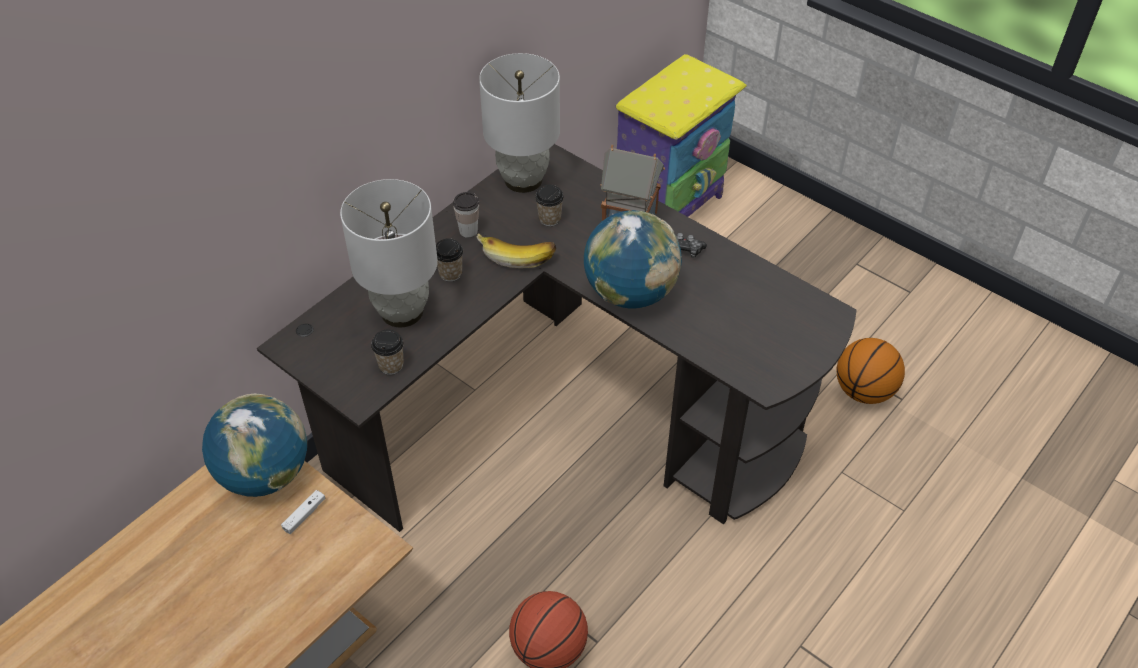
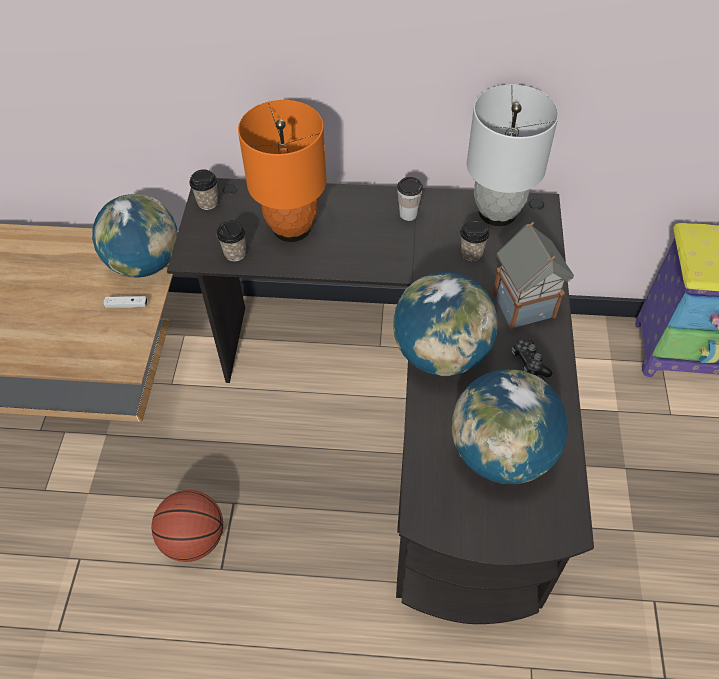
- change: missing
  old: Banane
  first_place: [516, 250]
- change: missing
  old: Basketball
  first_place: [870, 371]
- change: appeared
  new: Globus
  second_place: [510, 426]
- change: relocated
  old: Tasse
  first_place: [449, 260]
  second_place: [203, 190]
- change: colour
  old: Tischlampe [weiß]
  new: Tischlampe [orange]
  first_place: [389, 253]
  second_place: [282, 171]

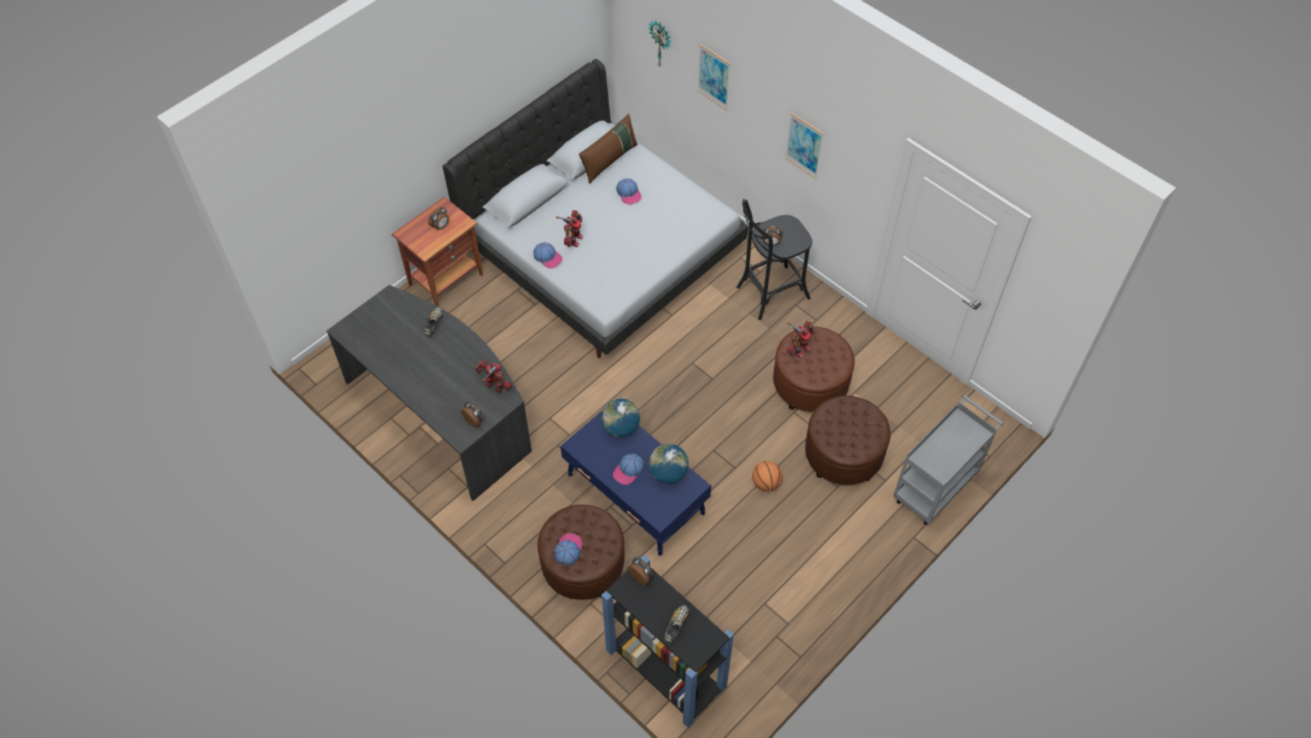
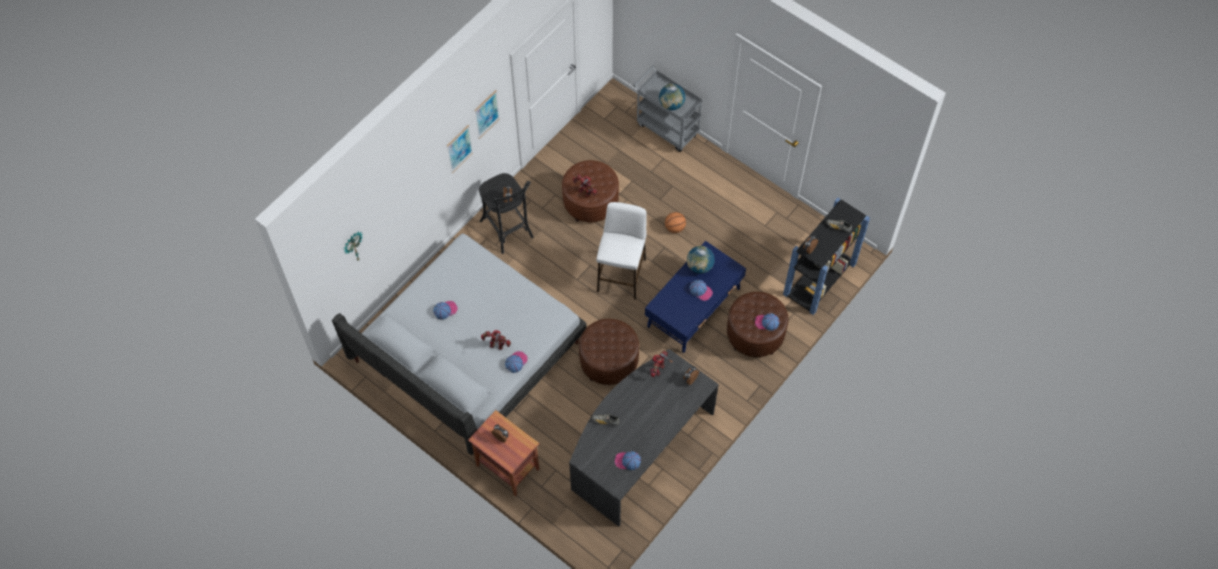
- change: missing
  old: Kissen [braun]
  first_place: [608, 149]
- change: appeared
  new: Hocker [weiß]
  second_place: [622, 251]
- change: appeared
  new: Kappe
  second_place: [628, 460]
- change: relocated
  old: Globus
  first_place: [620, 418]
  second_place: [672, 97]
- change: relocated
  old: Bild
  first_place: [714, 77]
  second_place: [487, 114]
- change: relocated
  old: Polsterhocker [braun]
  first_place: [847, 440]
  second_place: [609, 352]

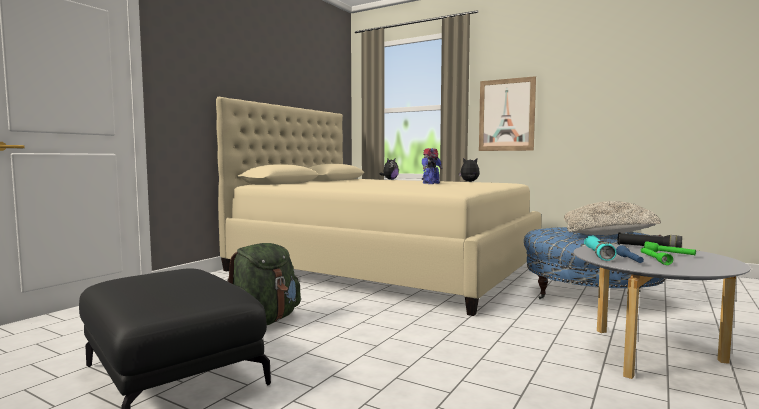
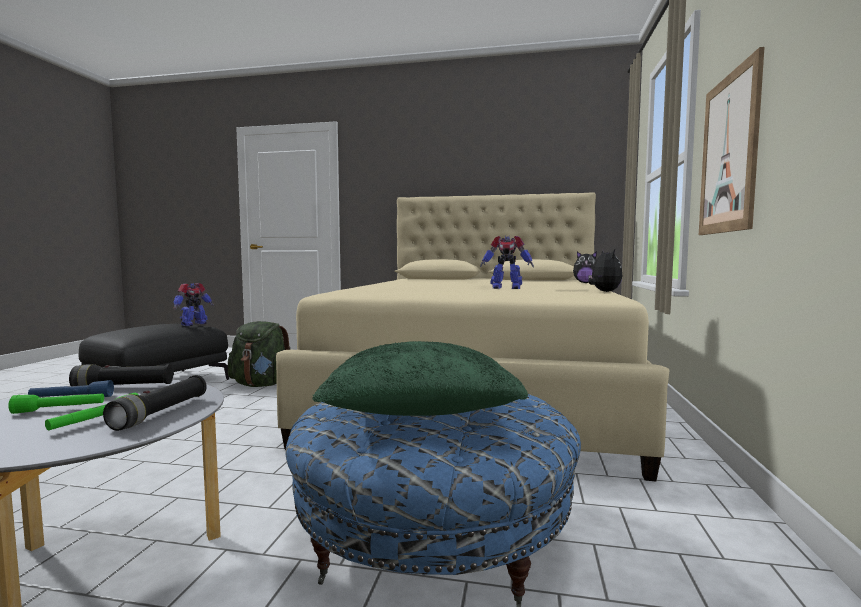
- change: appeared
  new: Spielzeugroboter
  second_place: [193, 304]
- change: colour
  old: Kissen [beige]
  new: Kissen [grün]
  first_place: [612, 218]
  second_place: [420, 378]
- change: colour
  old: Taschenlampe [türkis]
  new: Taschenlampe [schwarz]
  first_place: [600, 248]
  second_place: [121, 375]

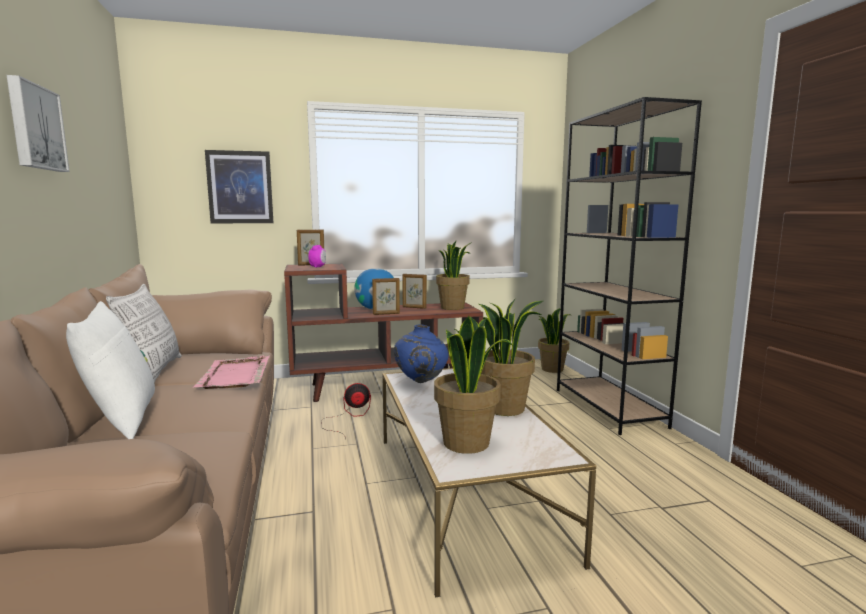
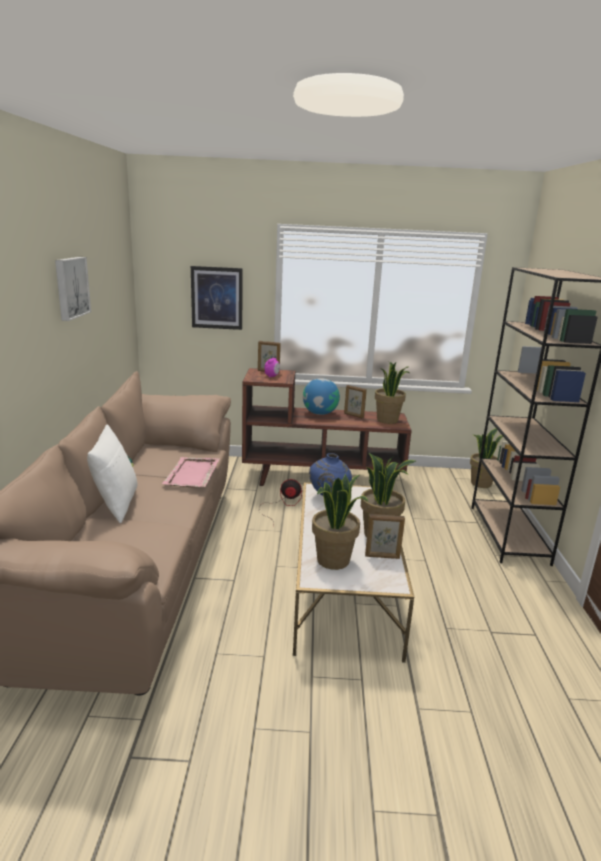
- change: missing
  old: Kissen
  first_place: [144, 333]
- change: relocated
  old: Bilderrahmen
  first_place: [386, 296]
  second_place: [385, 536]

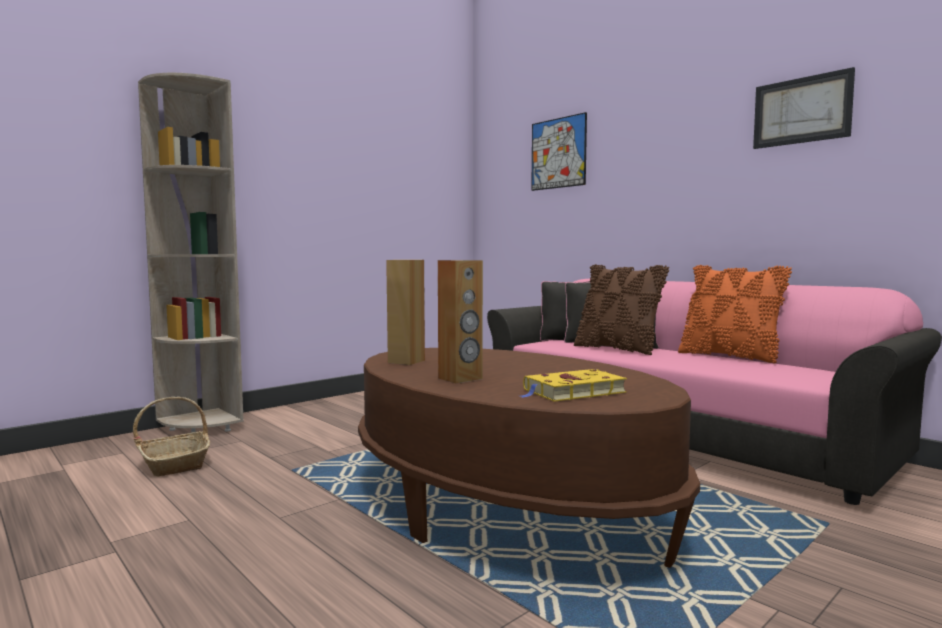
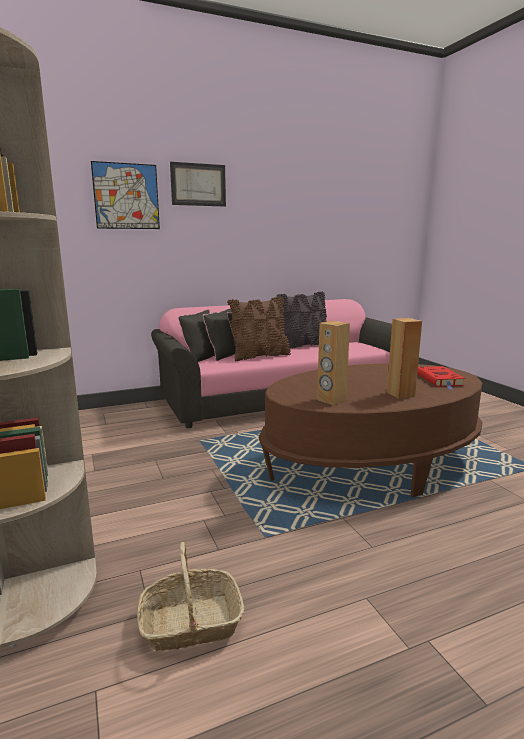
- change: relocated
  old: Bild
  first_place: [804, 108]
  second_place: [198, 184]
- change: colour
  old: Buch [gelb]
  new: Buch [rot]
  first_place: [574, 385]
  second_place: [441, 378]
- change: colour
  old: Kissen [orange]
  new: Kissen [schwarz]
  first_place: [735, 314]
  second_place: [302, 320]

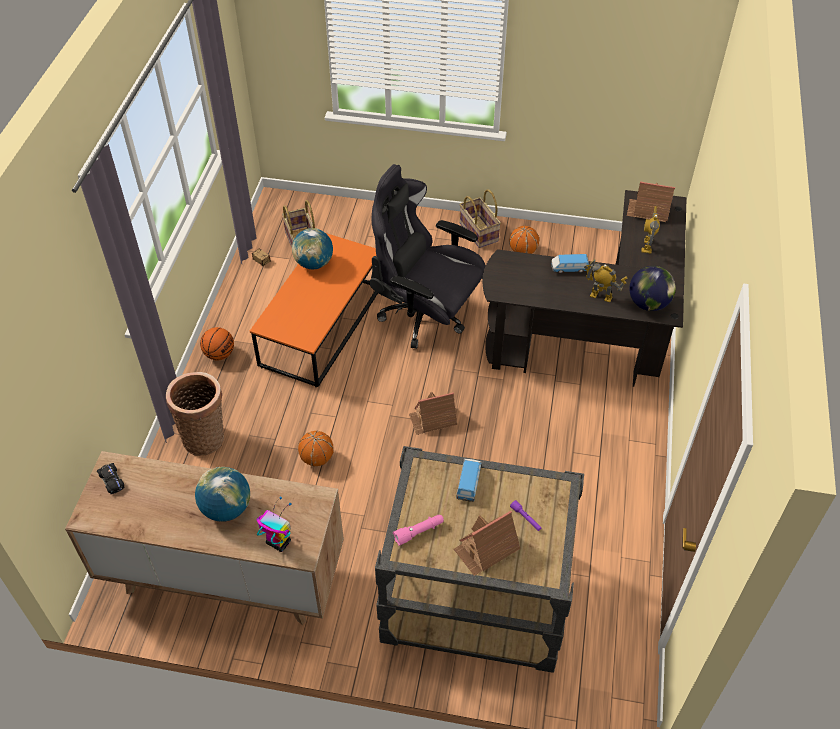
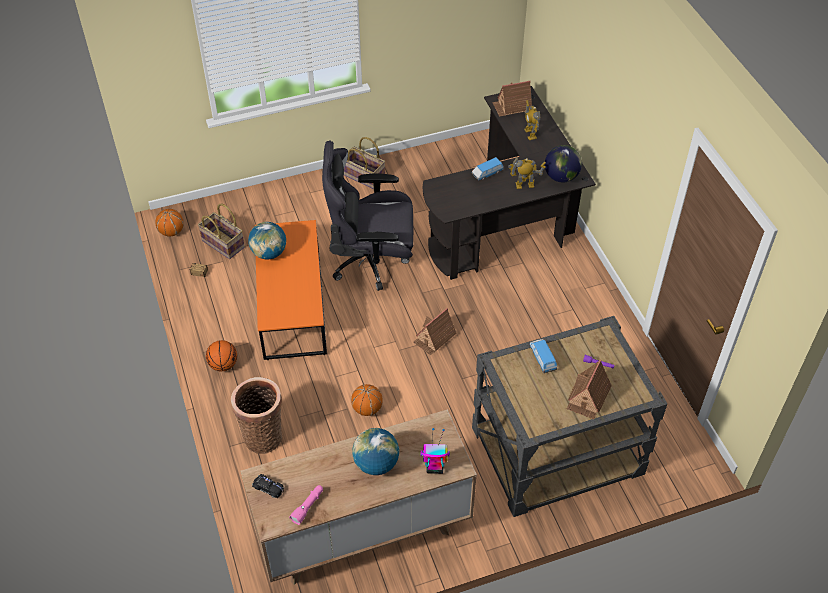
- change: relocated
  old: Taschenlampe [rosa]
  first_place: [418, 530]
  second_place: [306, 505]
- change: relocated
  old: Basketball
  first_place: [524, 240]
  second_place: [170, 223]

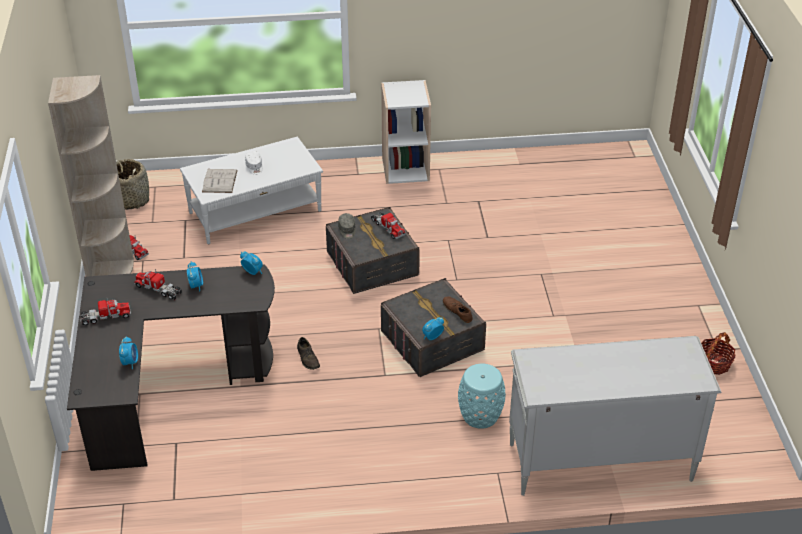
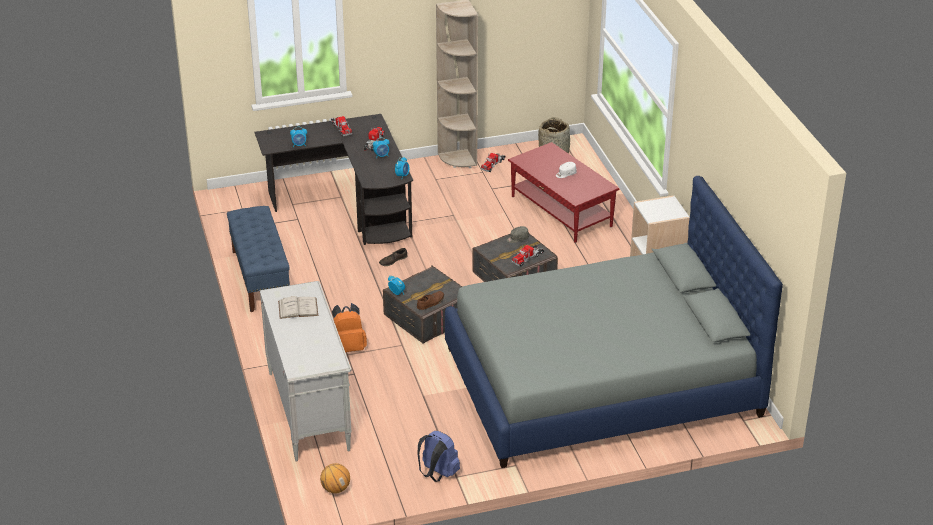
- change: appeared
  new: Bank [blau]
  second_place: [258, 259]
- change: appeared
  new: Basketball
  second_place: [335, 478]
- change: appeared
  new: Bett [grau]
  second_place: [614, 322]
- change: relocated
  old: Buch [weiß]
  first_place: [220, 181]
  second_place: [298, 307]
- change: exchanged
  old: Hocker [türkis]
  new: Rucksack [orange]
  first_place: [482, 396]
  second_place: [349, 327]
- change: exchanged
  old: Korb
  new: Rucksack [blau]
  first_place: [718, 353]
  second_place: [438, 456]
- change: colour
  old: Couchtisch [weiß]
  new: Couchtisch [rot]
  first_place: [251, 190]
  second_place: [564, 192]

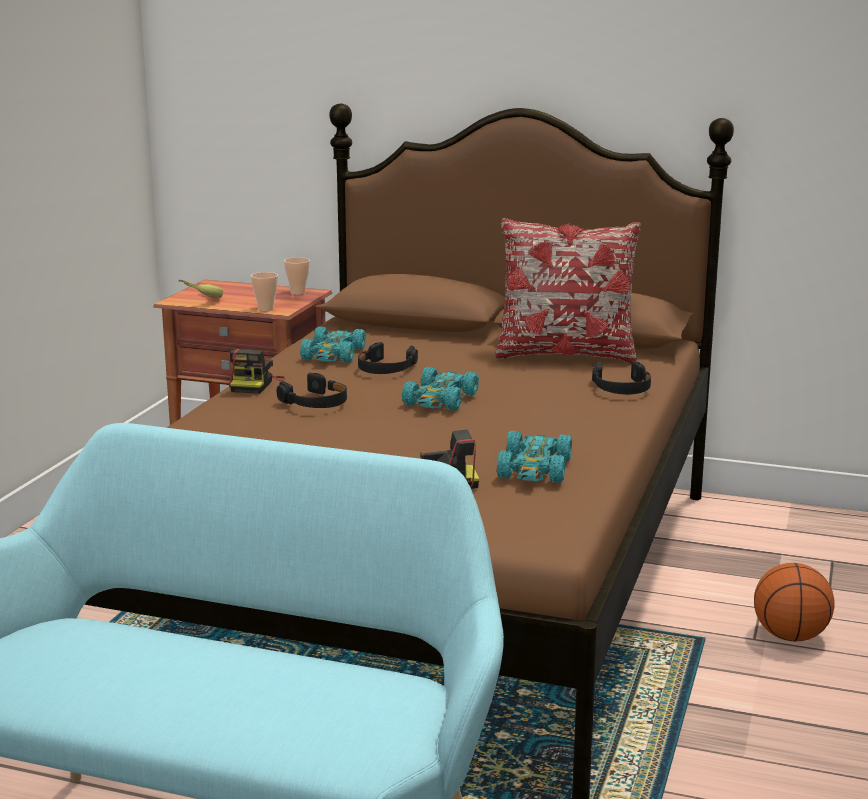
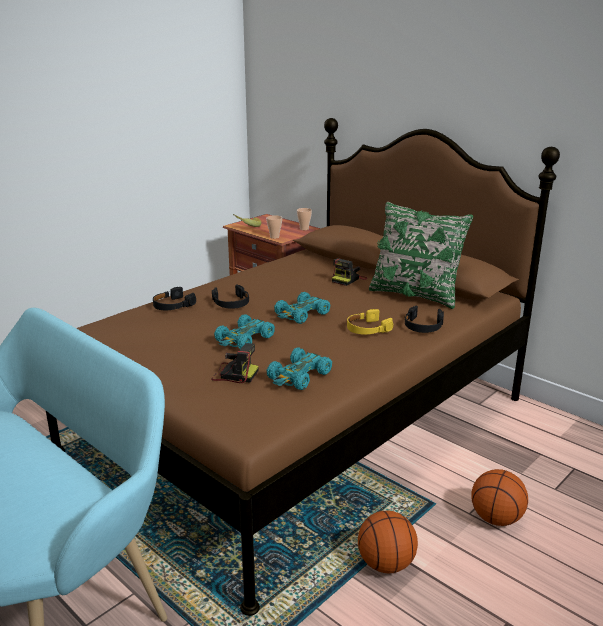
- change: appeared
  new: Kopfhörer [gelb]
  second_place: [370, 321]
- change: appeared
  new: Basketball
  second_place: [388, 542]
- change: relocated
  old: Kamera
  first_place: [257, 371]
  second_place: [349, 272]
- change: relocated
  old: Spielzeugauto [türkis]
  first_place: [333, 344]
  second_place: [244, 331]
- change: relocated
  old: Kopfhörer [schwarz]
  first_place: [388, 358]
  second_place: [174, 298]
- change: colour
  old: Kissen [rot]
  new: Kissen [grün]
  first_place: [568, 291]
  second_place: [421, 255]

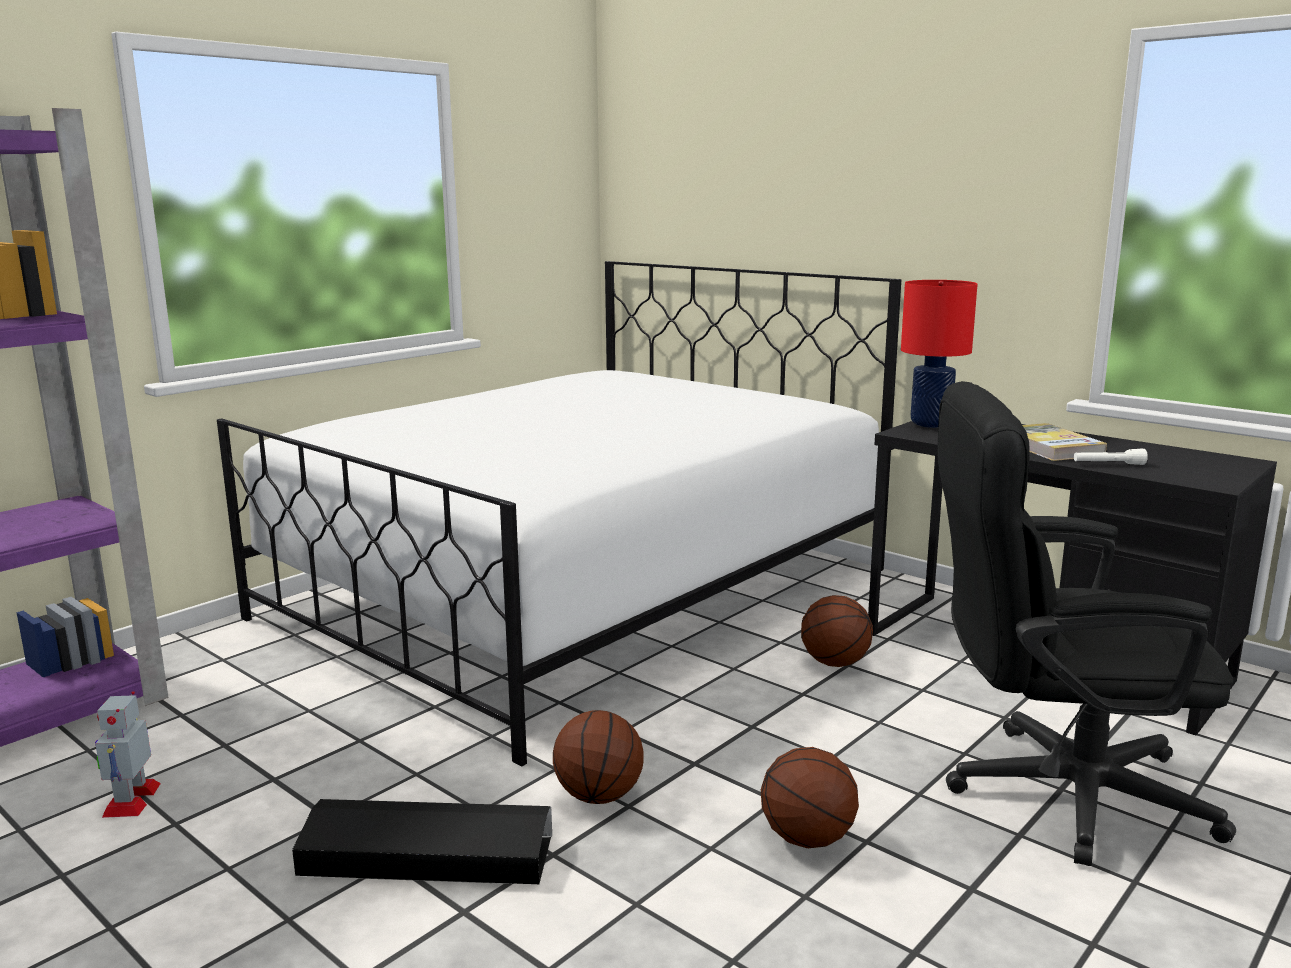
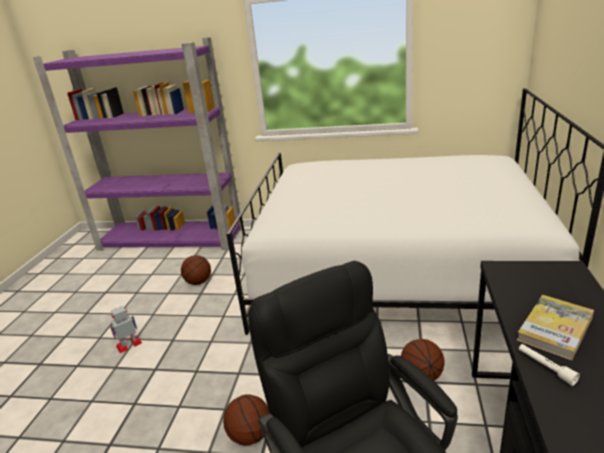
- change: missing
  old: Aufbewahrungsbox [schwarz]
  first_place: [422, 841]
- change: missing
  old: Tischlampe [rot]
  first_place: [939, 354]
- change: relocated
  old: Spielzeugroboter
  first_place: [128, 754]
  second_place: [126, 329]
- change: relocated
  old: Basketball
  first_place: [598, 757]
  second_place: [196, 270]

